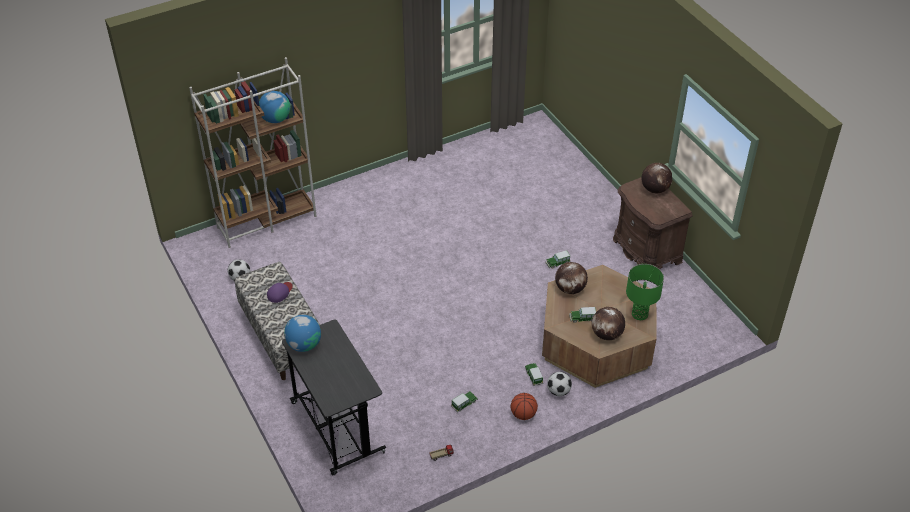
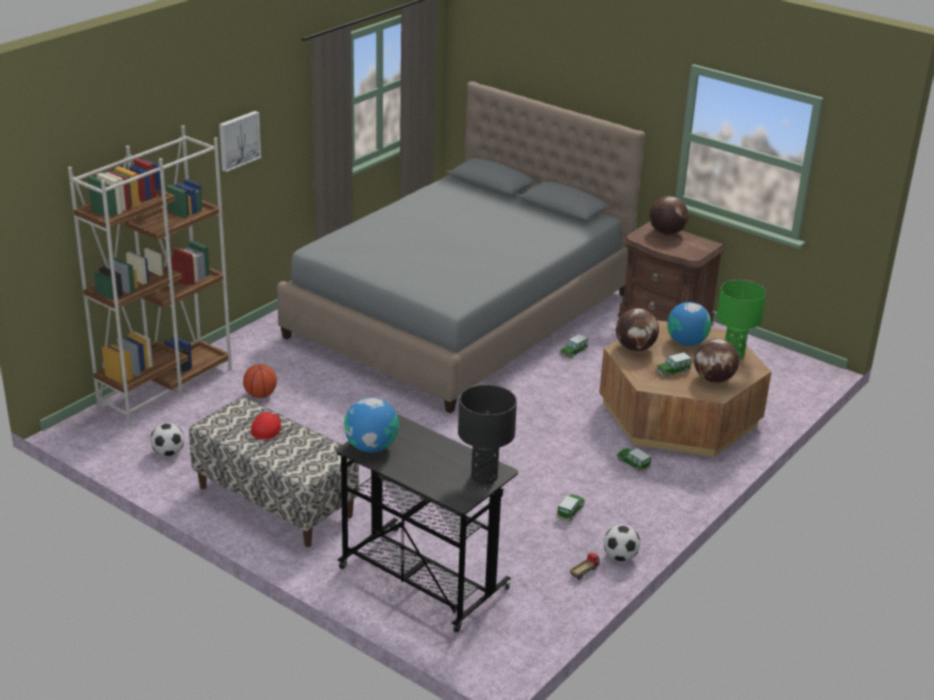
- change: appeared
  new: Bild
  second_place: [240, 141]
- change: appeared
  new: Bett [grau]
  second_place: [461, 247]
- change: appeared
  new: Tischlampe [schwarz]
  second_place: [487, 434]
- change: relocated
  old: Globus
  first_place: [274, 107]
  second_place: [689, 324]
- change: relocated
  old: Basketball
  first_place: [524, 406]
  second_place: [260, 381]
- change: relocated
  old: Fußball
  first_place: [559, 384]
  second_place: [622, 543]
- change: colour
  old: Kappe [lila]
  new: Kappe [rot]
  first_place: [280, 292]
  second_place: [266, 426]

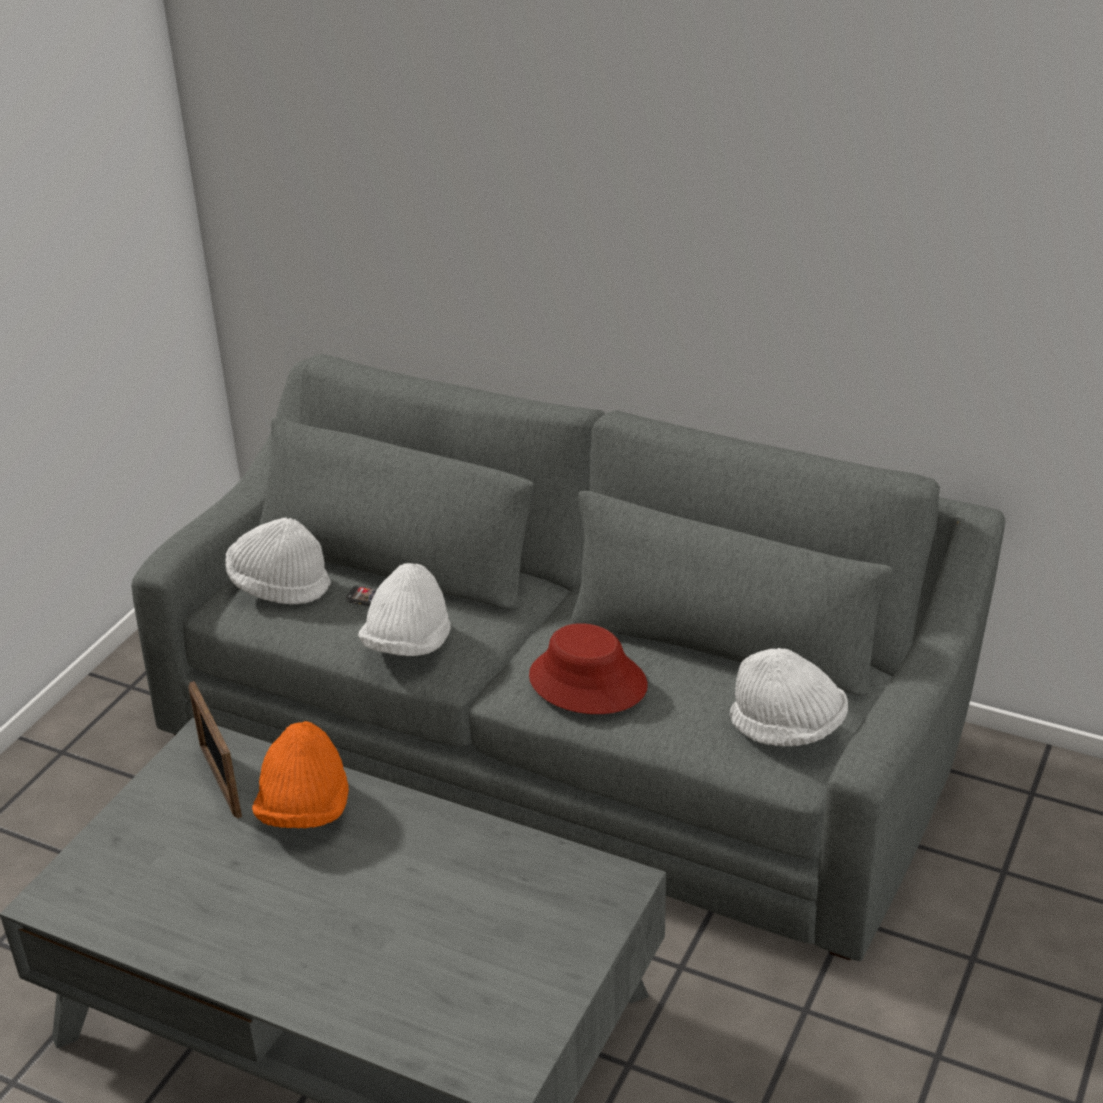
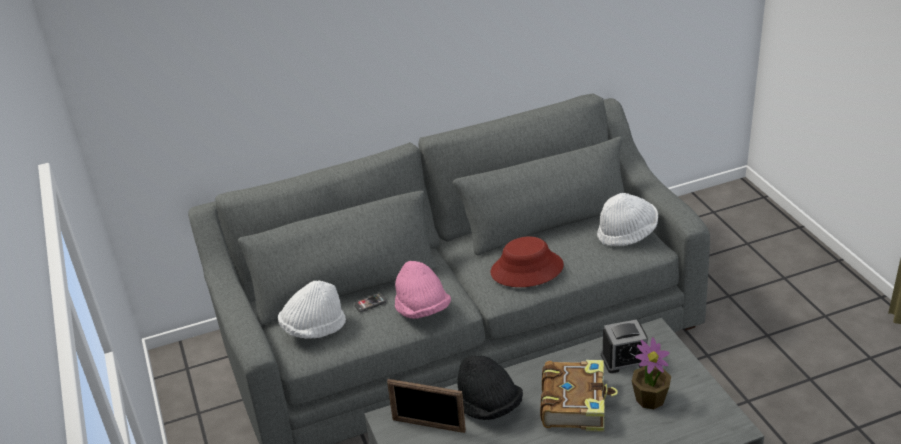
- change: appeared
  new: Buch
  second_place: [579, 396]
- change: appeared
  new: Wecker
  second_place: [624, 346]
- change: appeared
  new: Topfpflanze
  second_place: [651, 373]
- change: colour
  old: Hut [orange]
  new: Hut [schwarz]
  first_place: [300, 774]
  second_place: [490, 387]
- change: colour
  old: Hut [weiß]
  new: Hut [rosa]
  first_place: [404, 609]
  second_place: [423, 290]

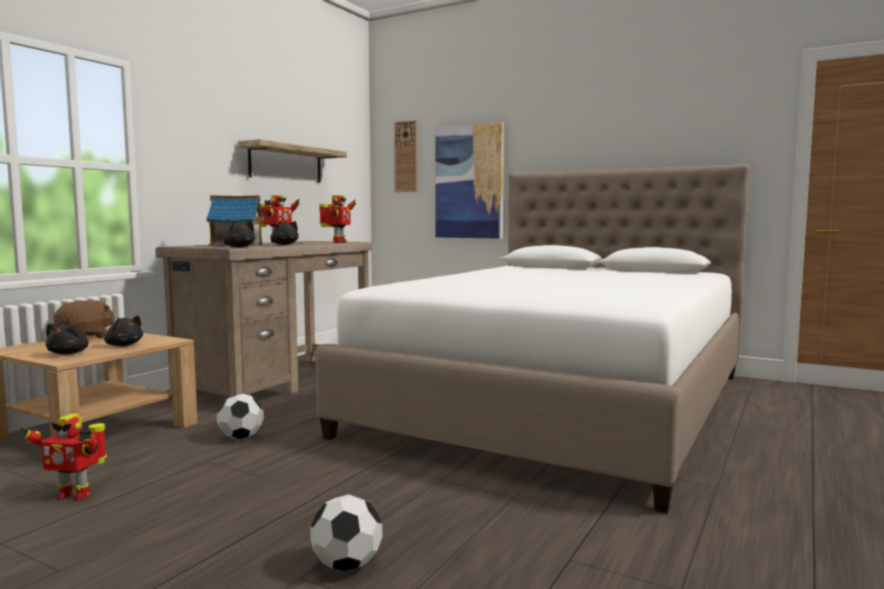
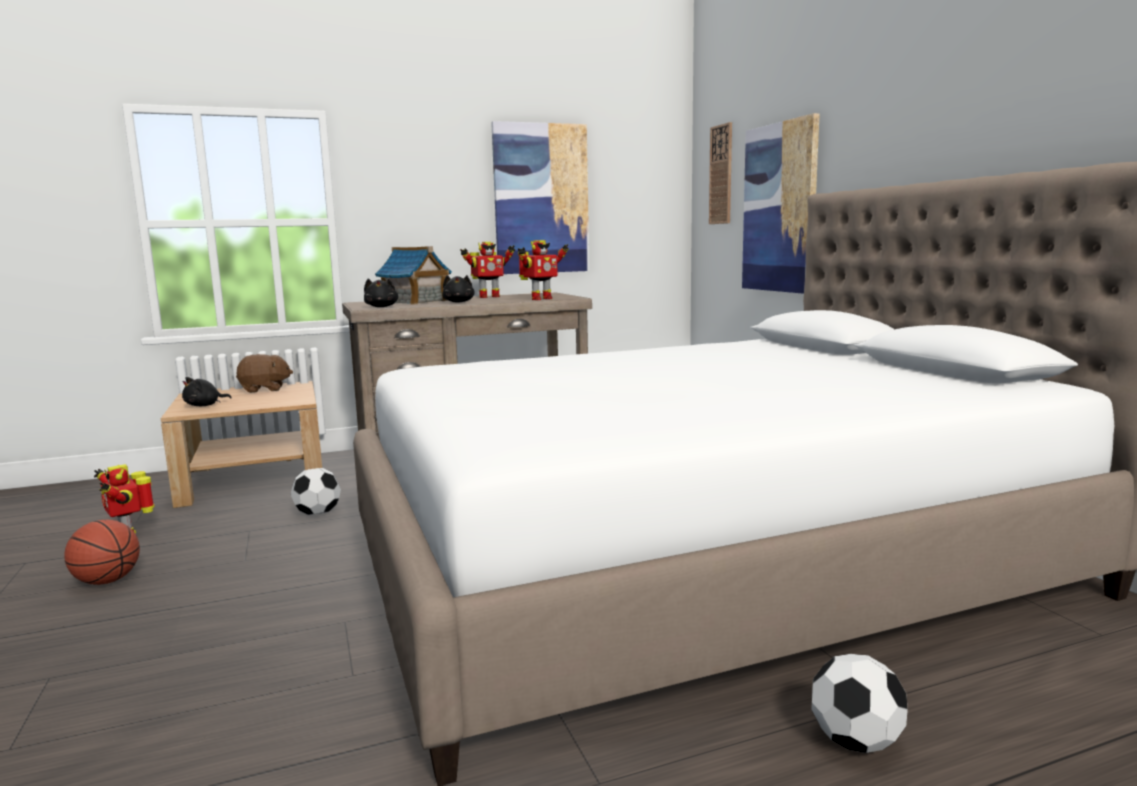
- change: missing
  old: Plüschtier [schwarz]
  first_place: [123, 331]
- change: appeared
  new: Basketball
  second_place: [102, 552]
- change: relocated
  old: Fußball
  first_place: [346, 533]
  second_place: [860, 703]
- change: exchanged
  old: Wandregal
  new: Bild
  first_place: [292, 161]
  second_place: [540, 197]

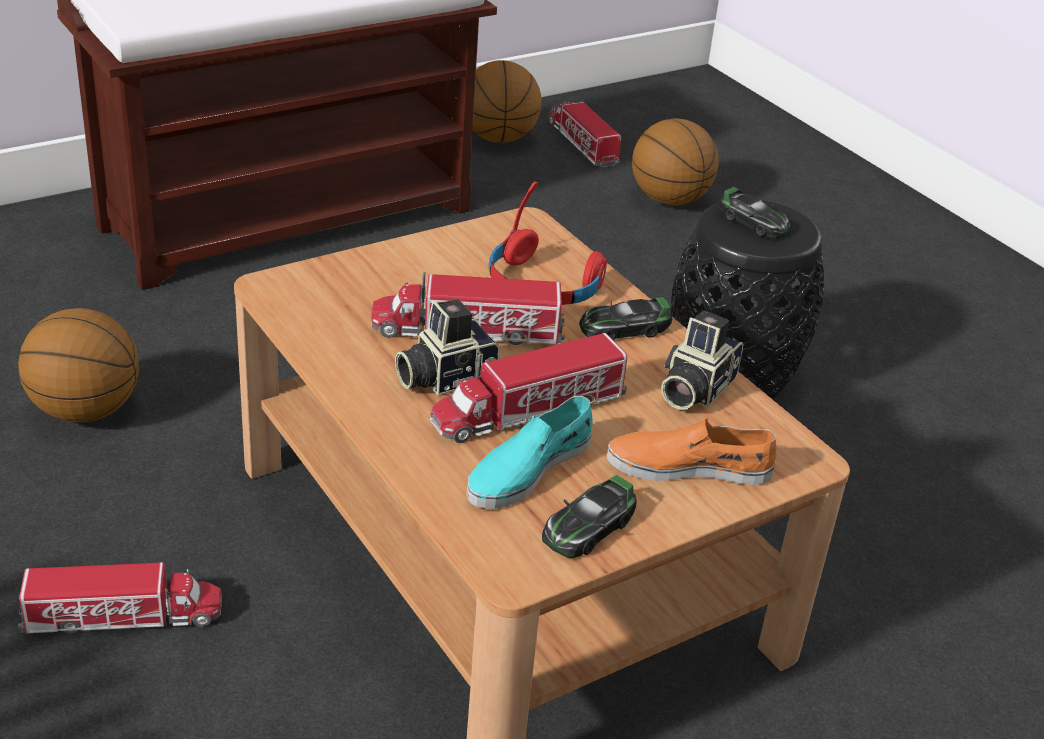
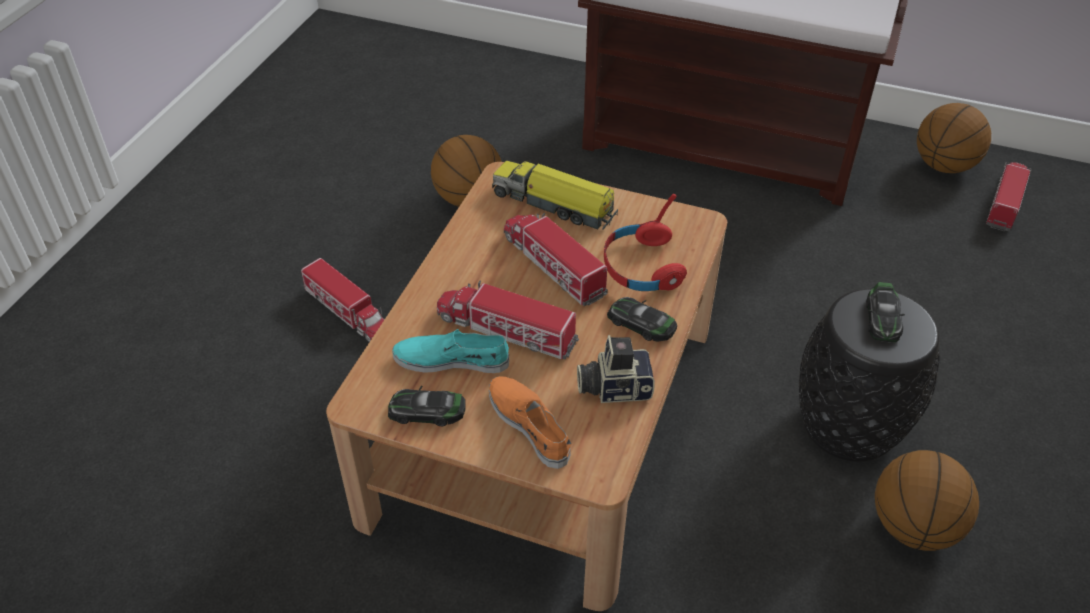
- change: missing
  old: Kamera
  first_place: [447, 347]
- change: appeared
  new: Spielzeuglaster
  second_place: [555, 195]
- change: relocated
  old: Basketball
  first_place: [675, 161]
  second_place: [927, 500]

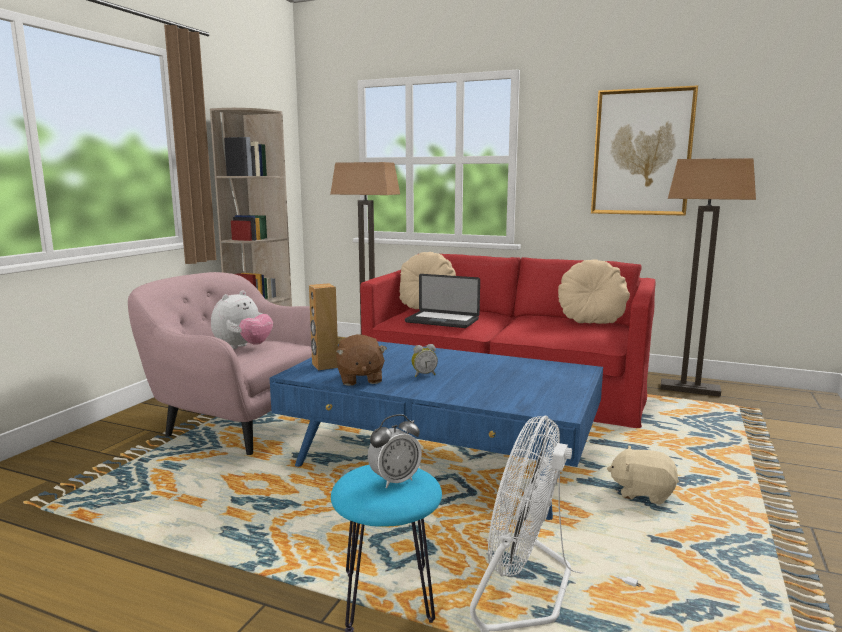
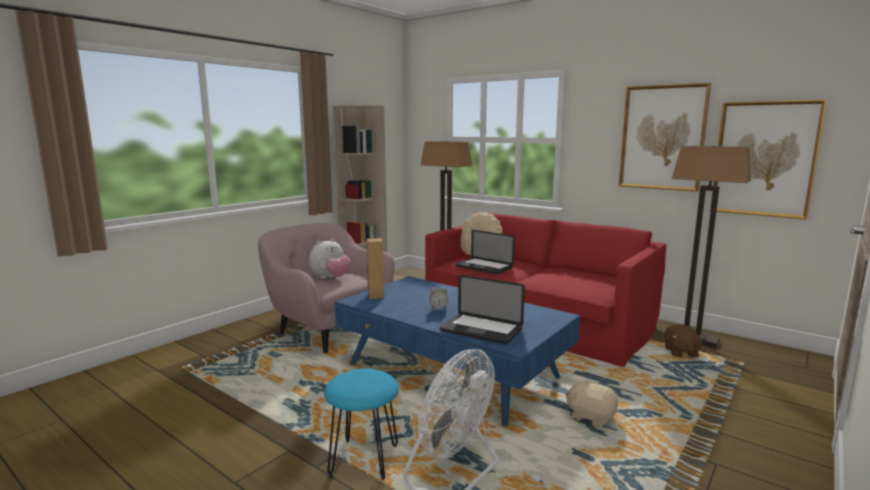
- change: missing
  old: Wecker
  first_place: [395, 451]
- change: missing
  old: Kissen [beige]
  first_place: [594, 291]
- change: appeared
  new: Laptop
  second_place: [482, 310]
- change: appeared
  new: Bild
  second_place: [768, 160]
- change: relocated
  old: Plüschtier [braun]
  first_place: [361, 360]
  second_place: [684, 340]

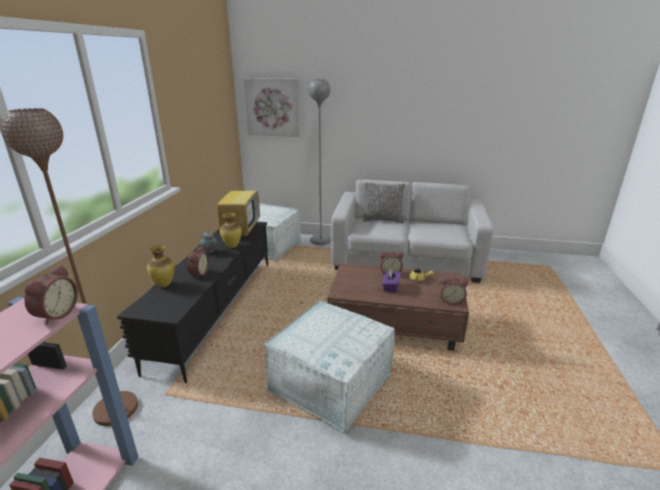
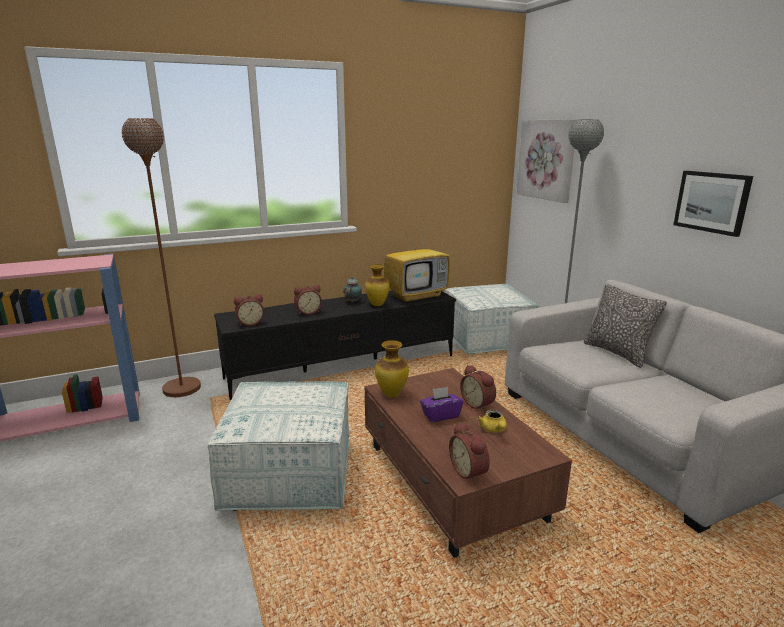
- change: appeared
  new: Bild
  second_place: [713, 204]
- change: relocated
  old: Wecker
  first_place: [51, 295]
  second_place: [249, 310]
- change: relocated
  old: Vase
  first_place: [161, 266]
  second_place: [392, 368]

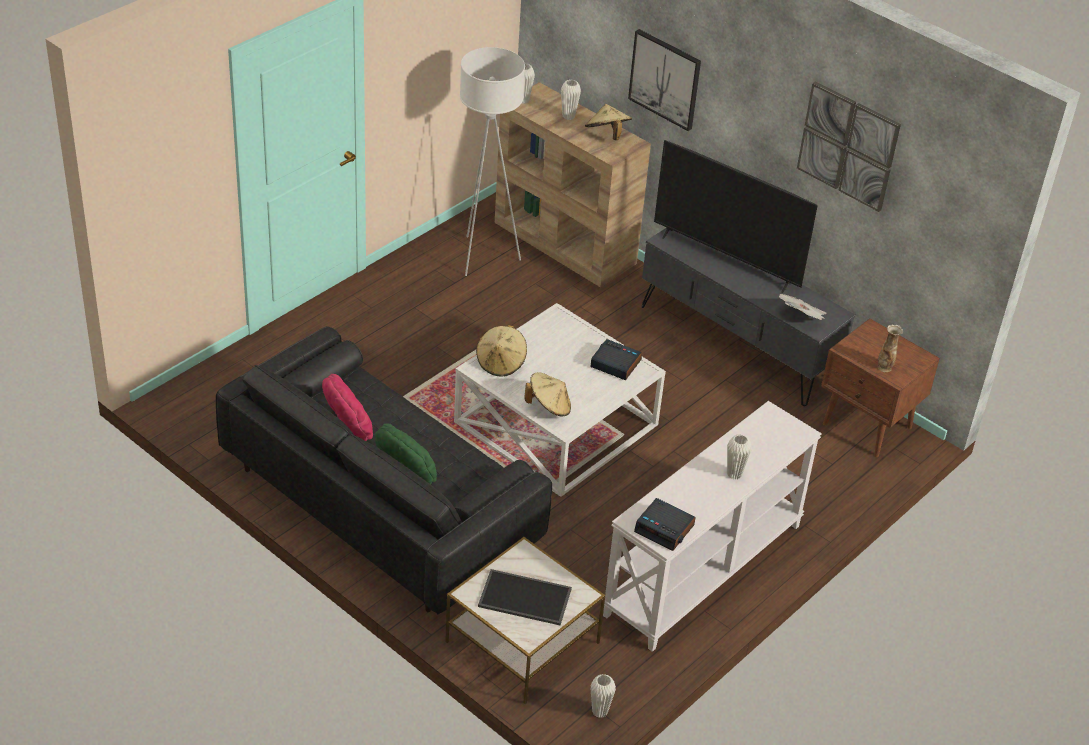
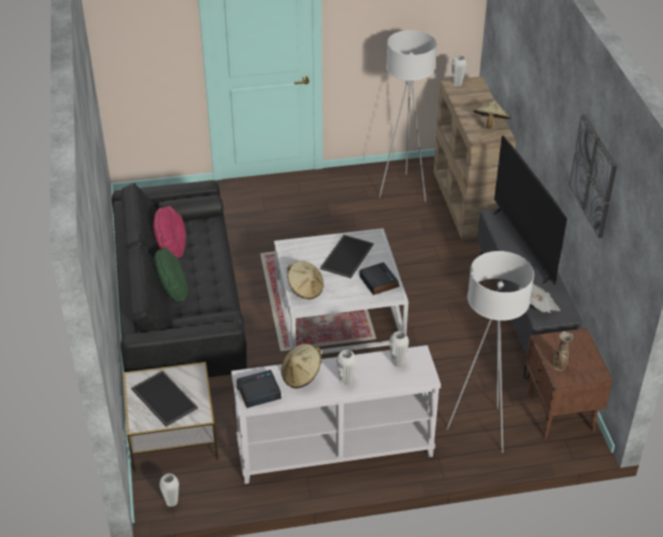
- change: missing
  old: Bild
  first_place: [664, 80]
- change: appeared
  new: Tablett
  second_place: [347, 256]
- change: appeared
  new: Stehlampe [weiß]
  second_place: [490, 352]
- change: relocated
  old: Hut [beige]
  first_place: [501, 351]
  second_place: [301, 366]
- change: relocated
  old: Vase [weiß]
  first_place: [571, 100]
  second_place: [399, 349]
- change: spun
  old: Wecker
  first_place: [665, 524]
  second_place: [259, 389]
  degrees: 90

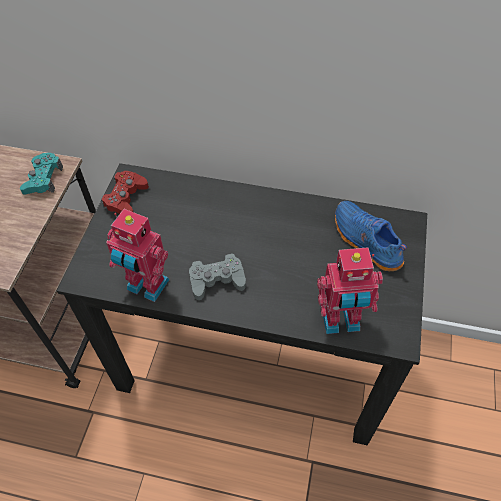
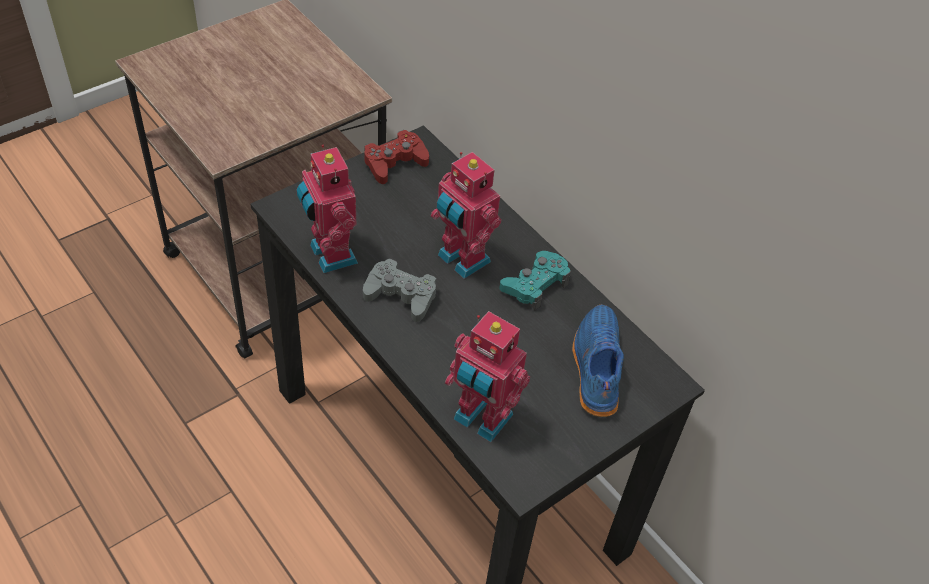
- change: appeared
  new: Spielzeugroboter
  second_place: [466, 215]
- change: relocated
  old: Gamepad [türkis]
  first_place: [41, 174]
  second_place: [535, 281]

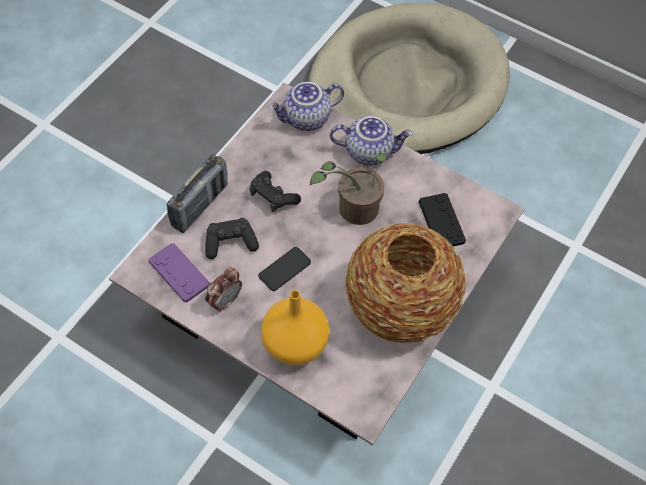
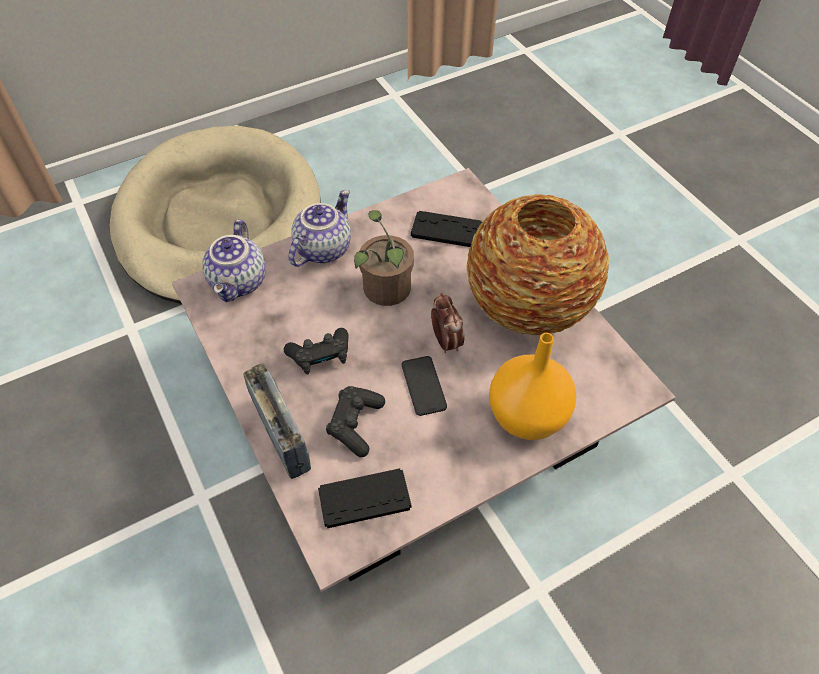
- change: relocated
  old: Wecker
  first_place: [223, 290]
  second_place: [448, 323]
- change: colour
  old: Gamepad [lila]
  new: Gamepad [schwarz]
  first_place: [179, 272]
  second_place: [365, 498]

